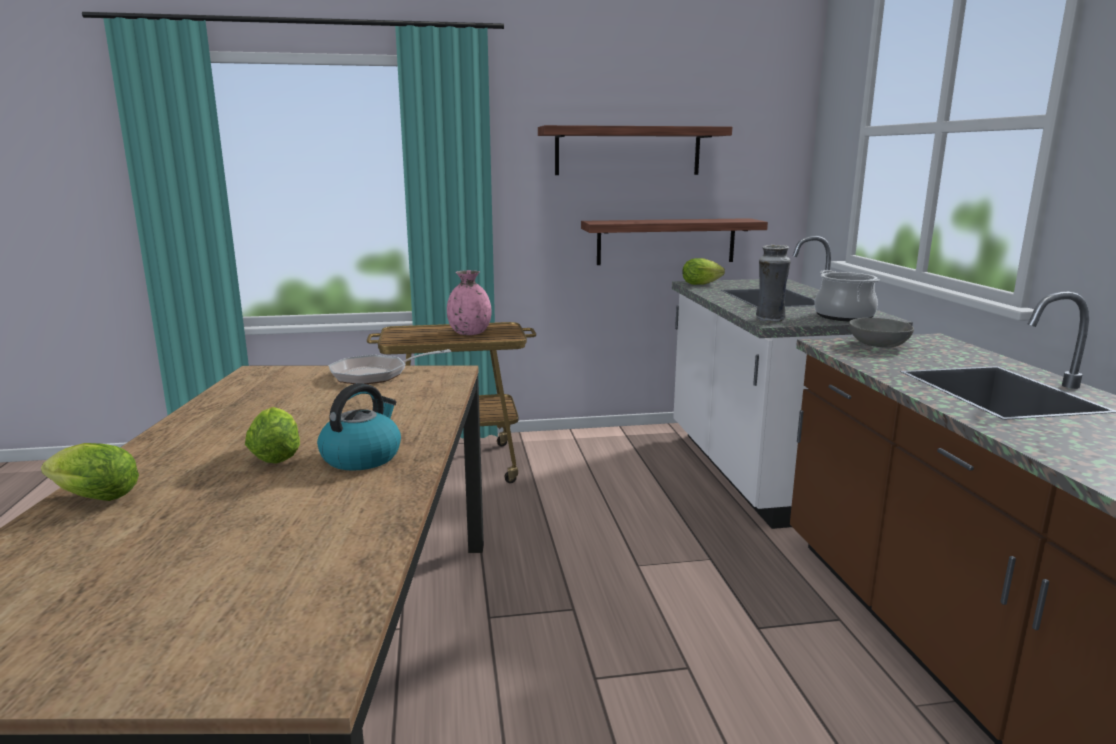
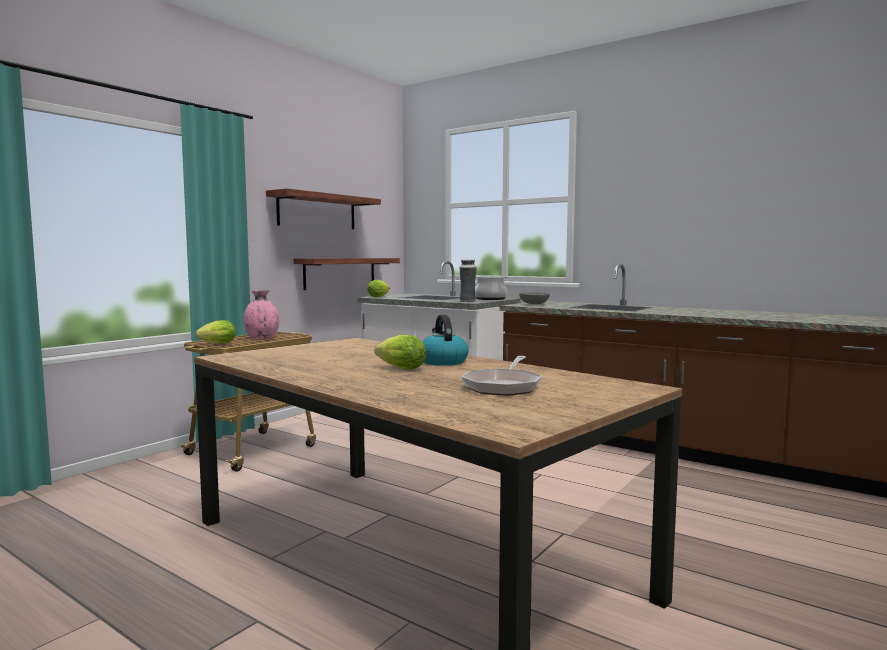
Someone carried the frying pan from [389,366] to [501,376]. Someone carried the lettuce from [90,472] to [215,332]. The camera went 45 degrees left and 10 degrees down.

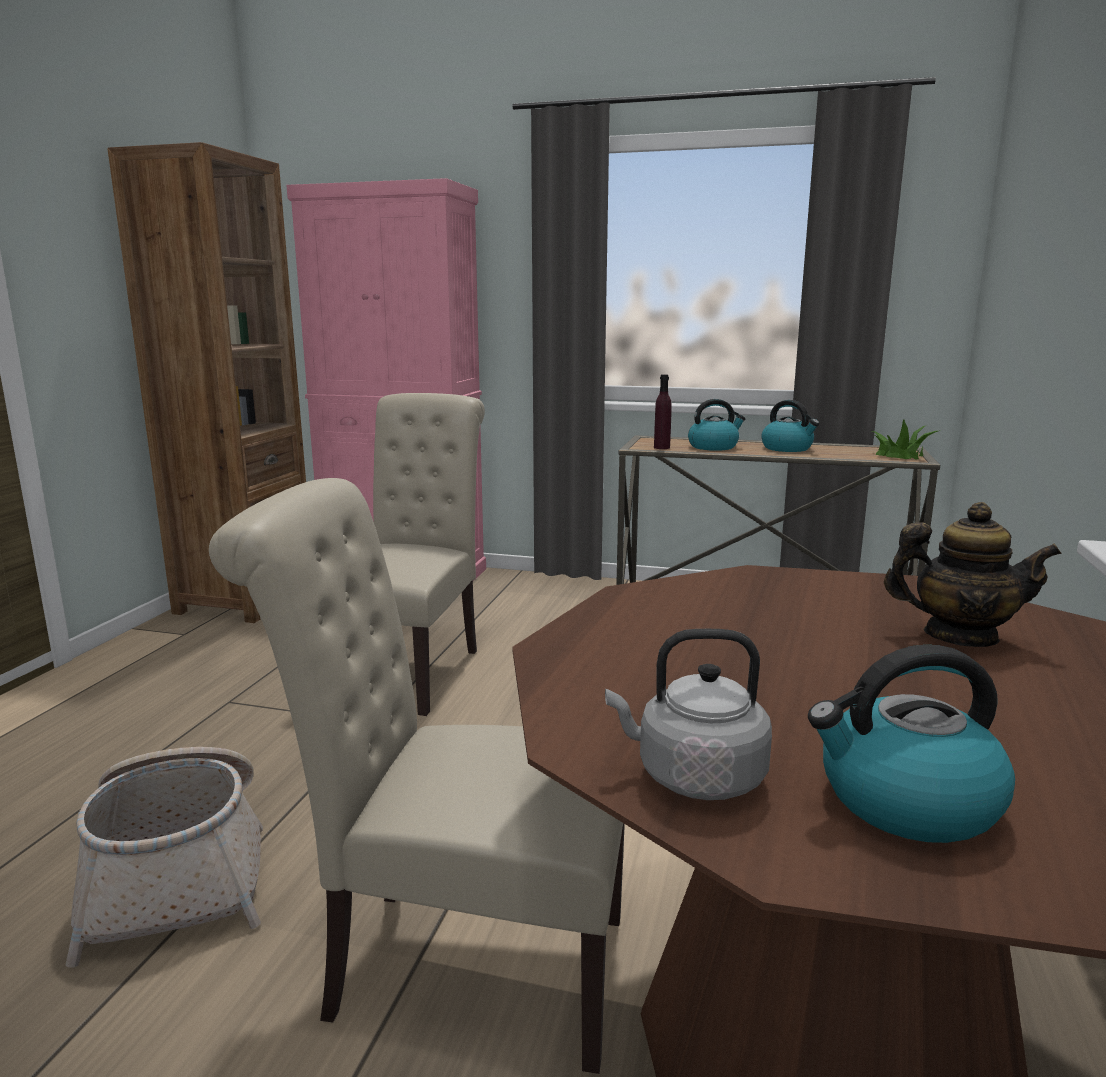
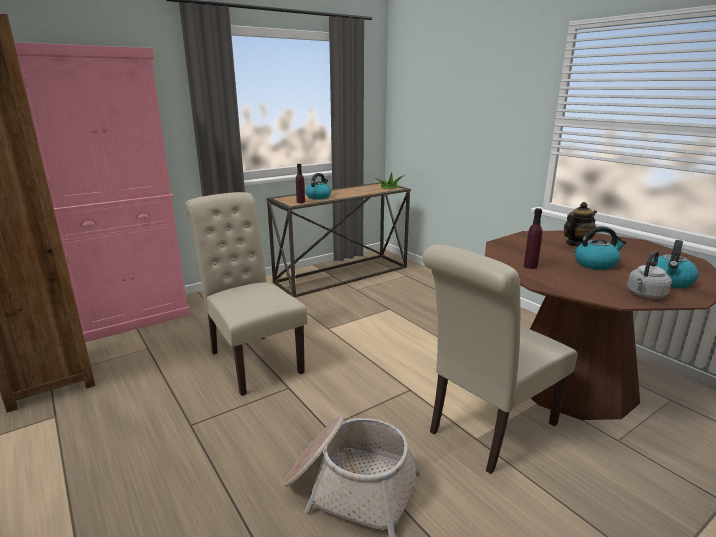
Someone carried the kettle from [790,426] to [600,248]. Someone put down the purple bottle at [533,238]. The camera went 50 degrees left and 5 degrees up.

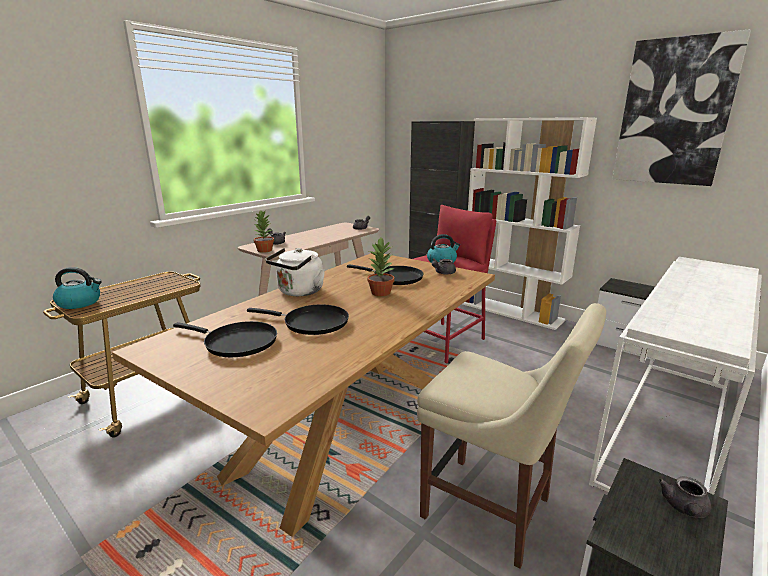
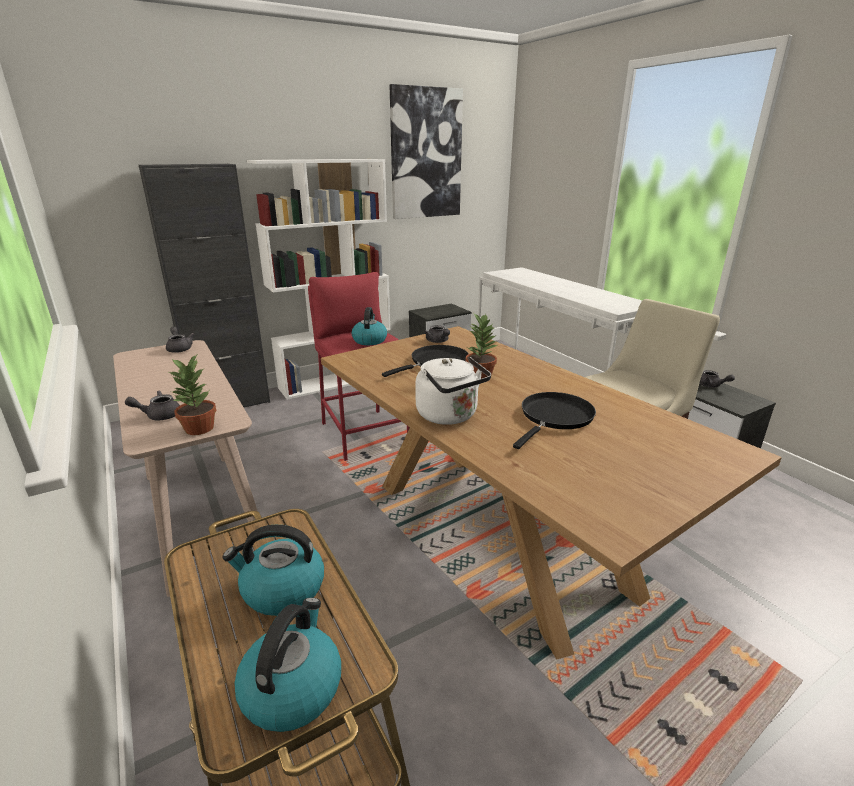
Someone took away the black frying pan at [225,339]. Someone put down the kettle at [273,570]. The camera went 70 degrees left and 5 degrees up.

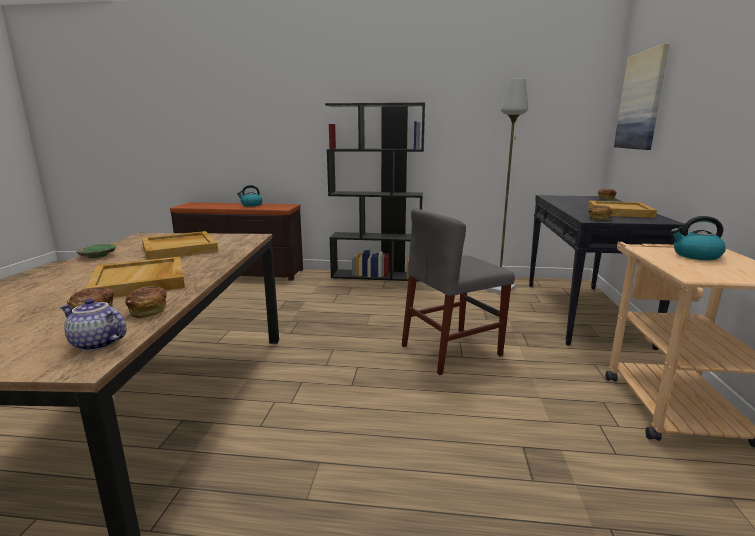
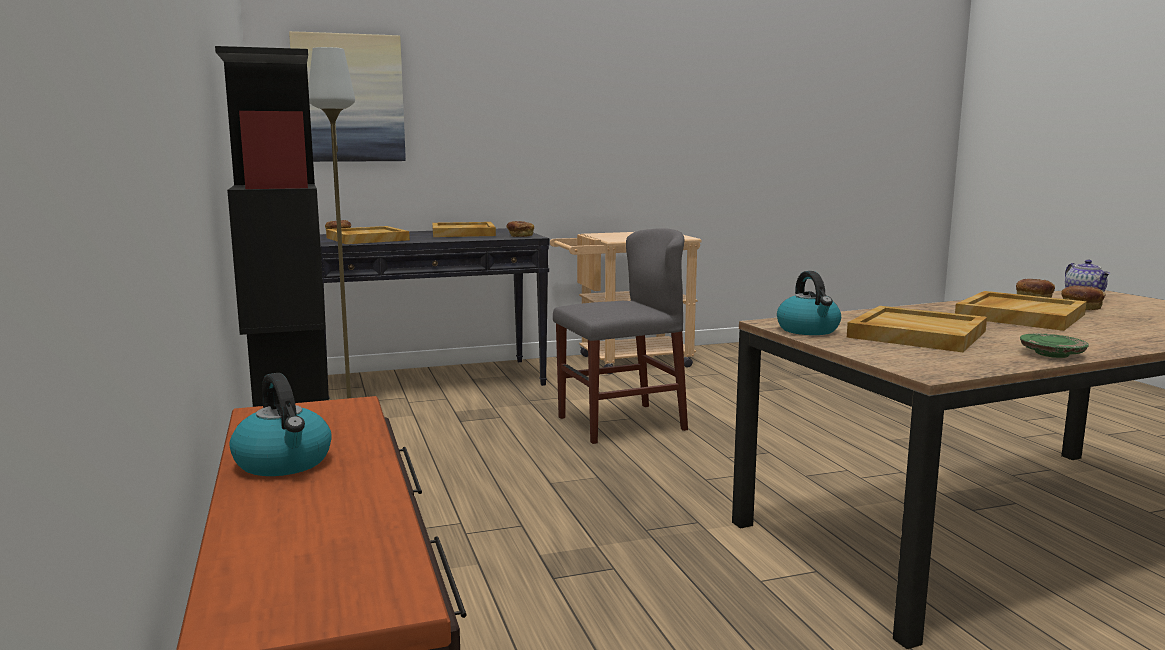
Someone rotated the grey chair at [458,291] by 60 degrees counterclockwise. Someone carried the kettle from [698,238] to [809,303]. Someone put down the beige tray at [368,235]. The camera went 115 degrees left and 5 degrees down.

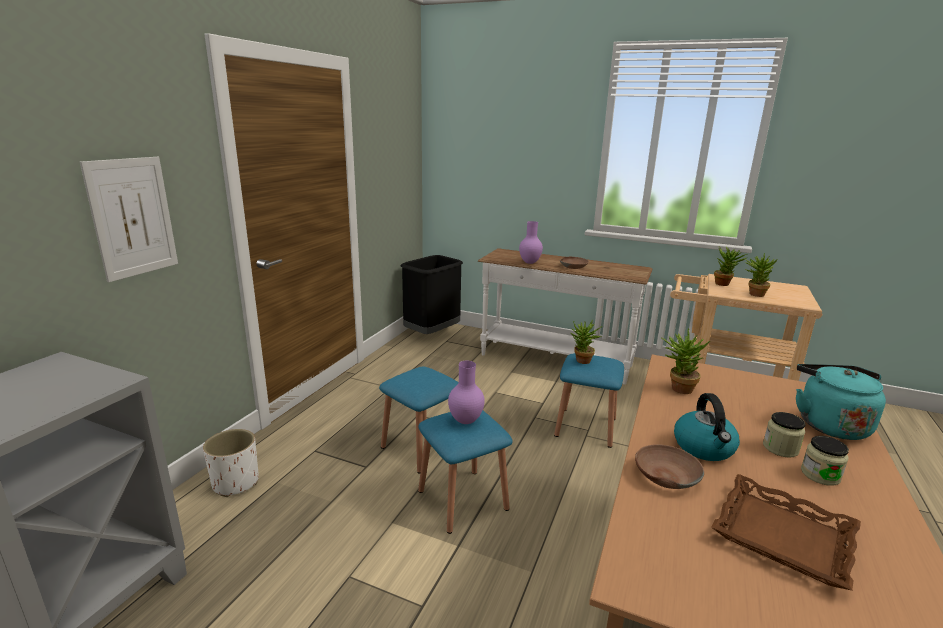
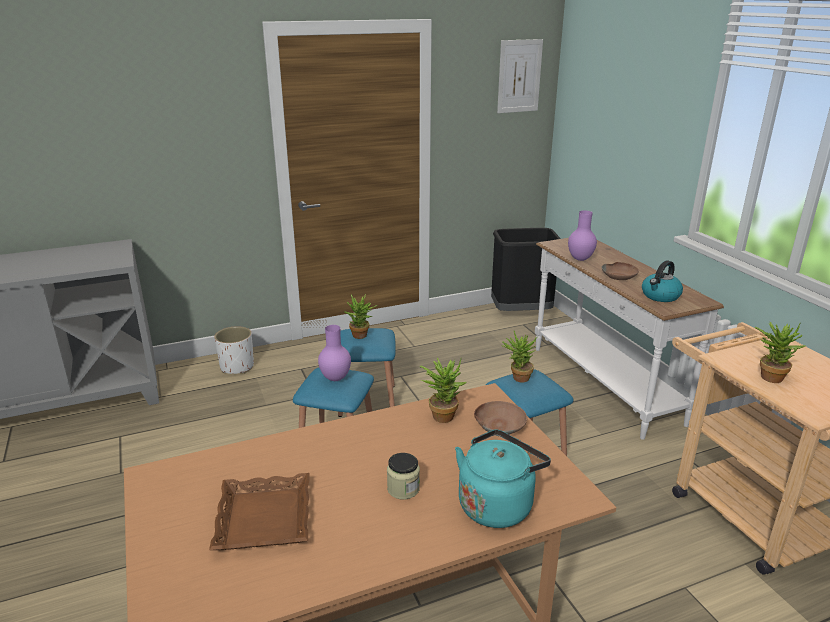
Someone carried the picture from [129,219] to [520,76]. Someone carried the potted plant from [731,266] to [361,316]. Someone carried the kettle from [707,427] to [662,281]. Someone took away the jar at [825,461]. Someone carried the brown bowl from [669,466] to [500,417]. The camera went 45 degrees right and 5 degrees up.

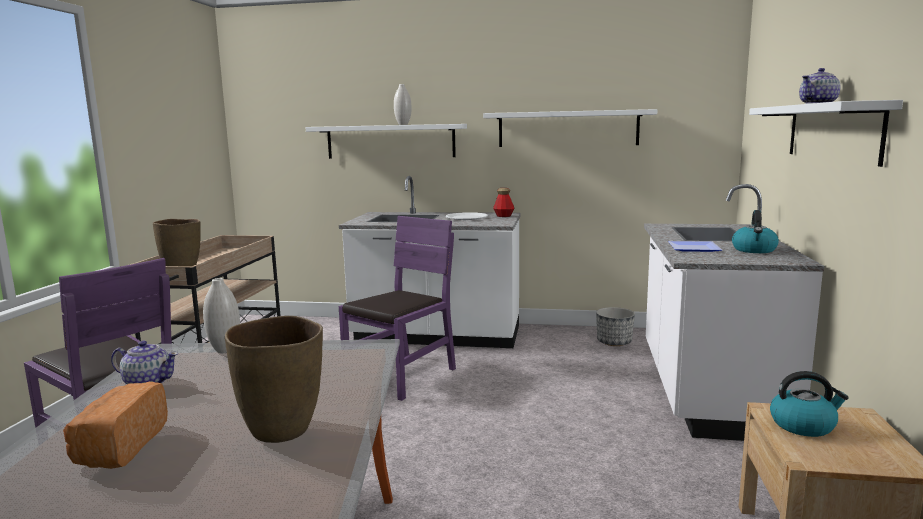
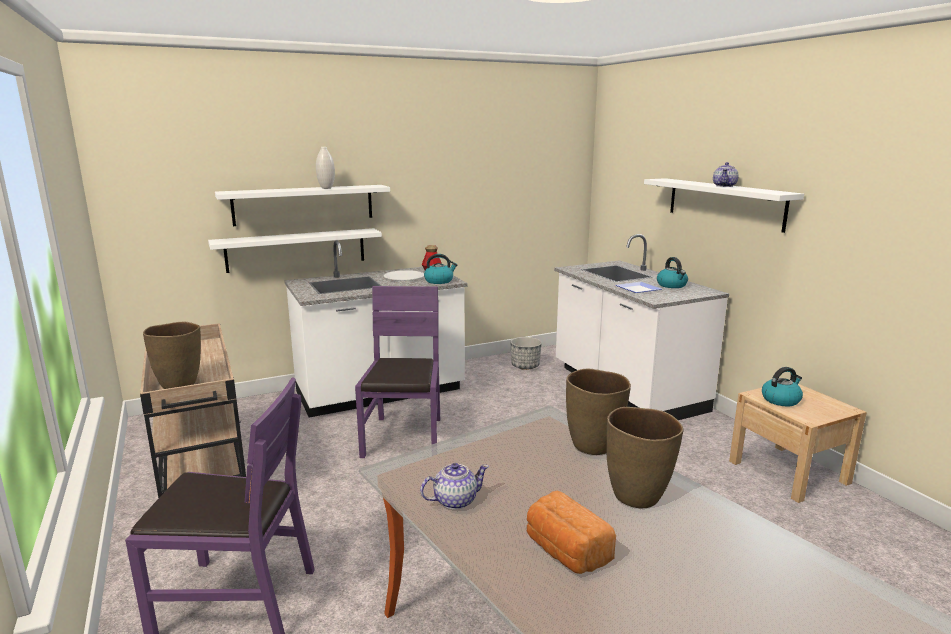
Someone carried the white shelf from [570,128] to [295,250]. Someone took away the white vase at [221,315]. Someone put down the kettle at [440,269]. Someone put down the brown vase at [598,412]. The camera went 35 degrees left and 5 degrees up.

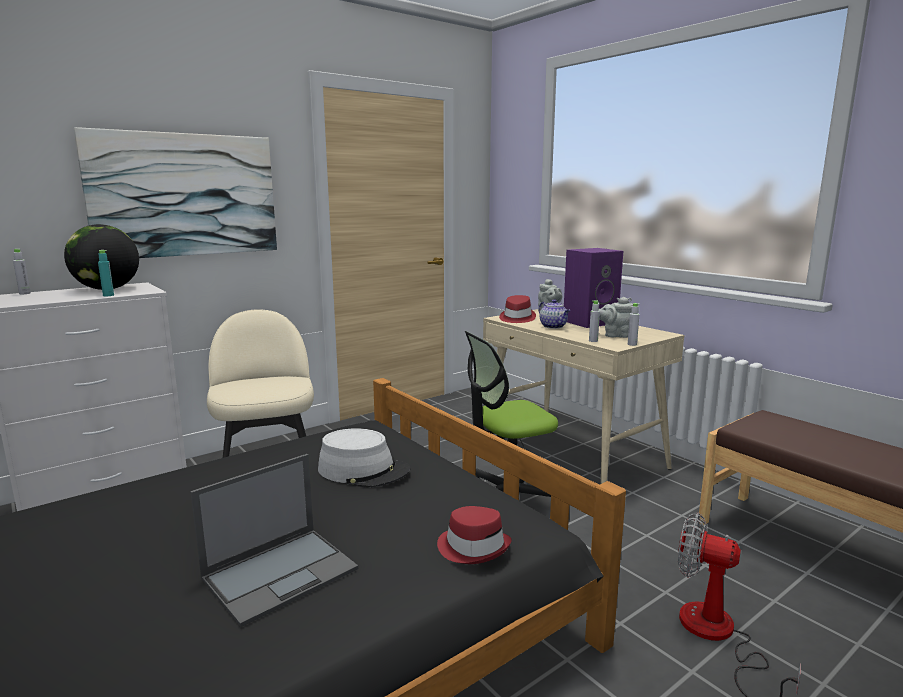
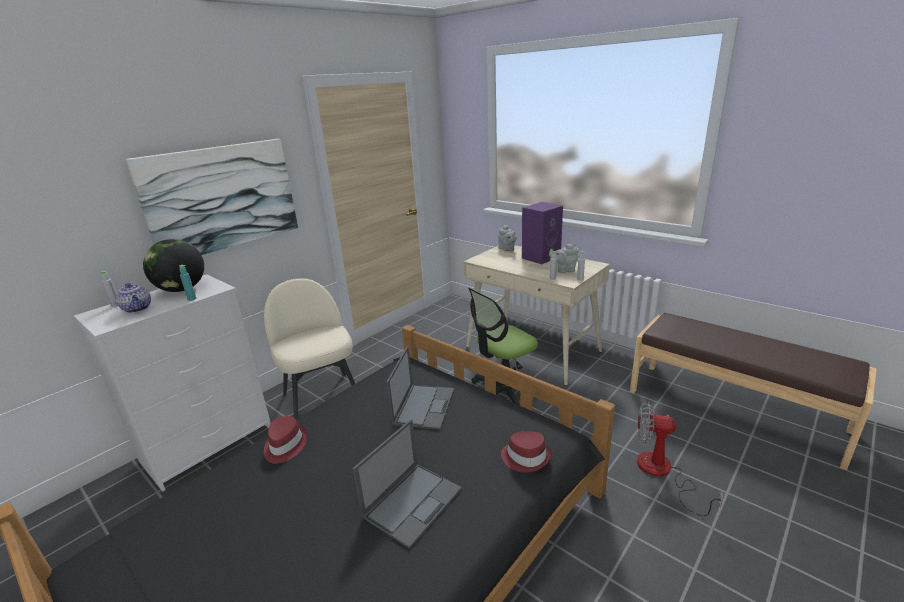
Someone carried the red hat from [517,309] to [286,440]. Someone carried the teapot from [554,314] to [133,298]. Someone swapped the grey hat at [364,458] for the laptop at [420,388]. The camera went 10 degrees left and 10 degrees up.

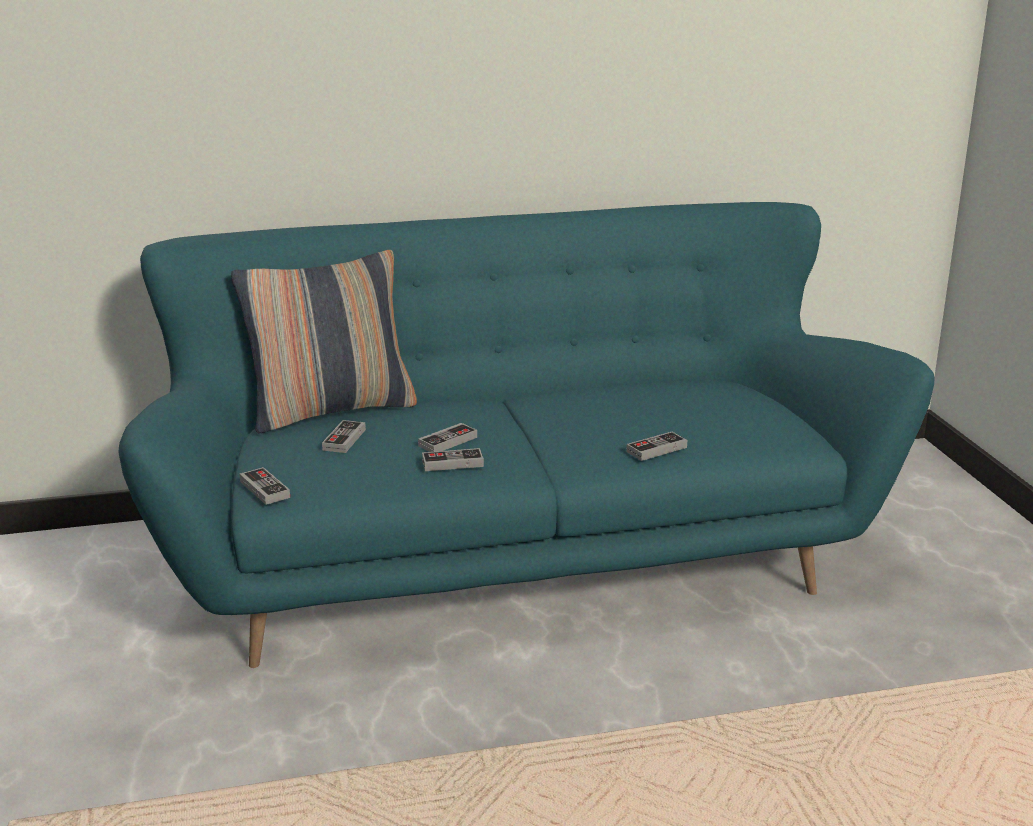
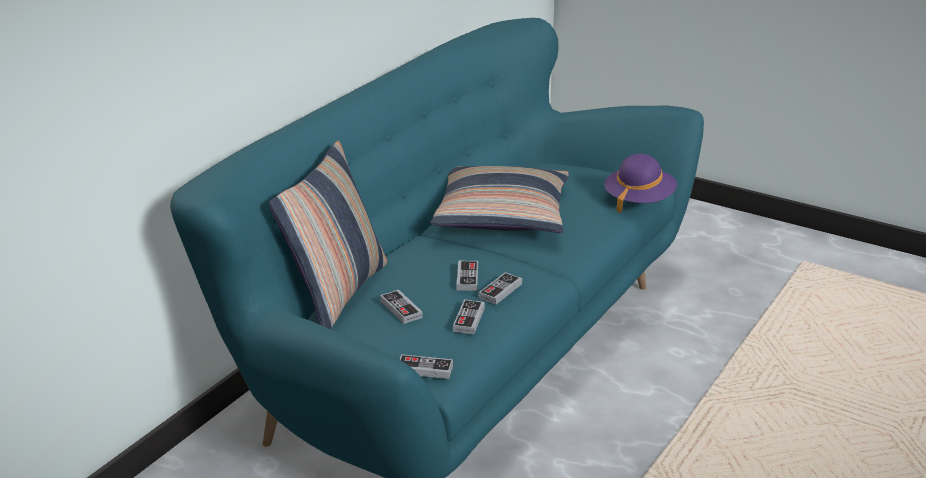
Someone carried the game controller from [656,446] to [469,316]. Someone put down the purple hat at [640,183]. Someone put down the pillow at [499,199]. The camera went 45 degrees left and 5 degrees up.

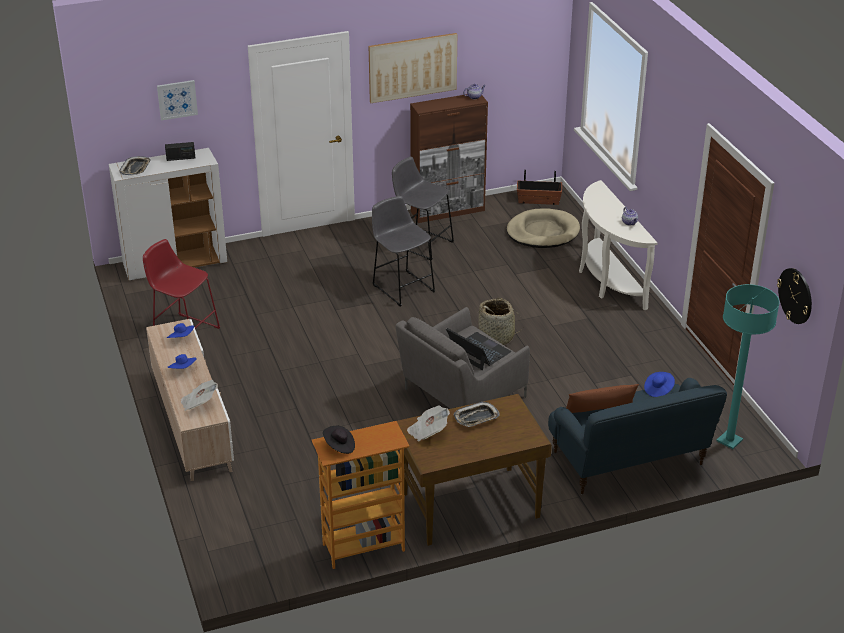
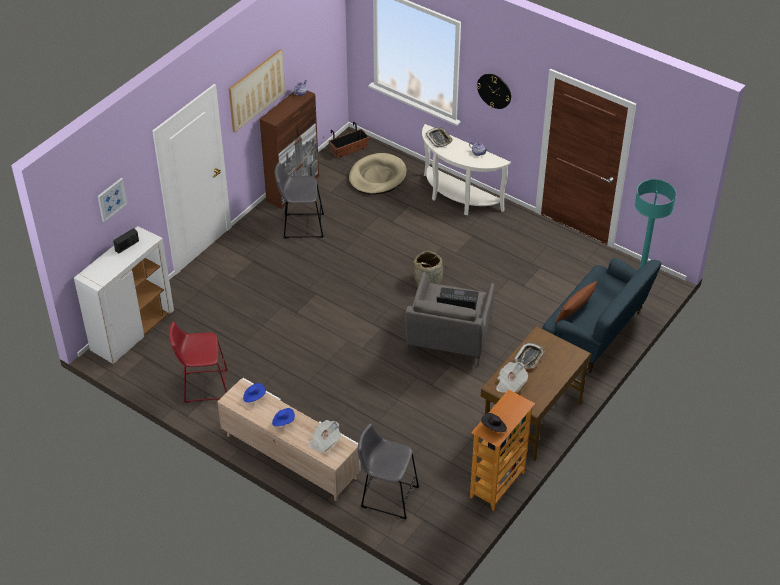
Someone carried the tray from [135,165] to [439,137]. Someone carried the grey stool from [403,251] to [388,471]. Someone carried the wall clock from [794,296] to [494,91]. Someone took away the blue hat at [659,384]. The camera went 35 degrees left and 10 degrees up.

